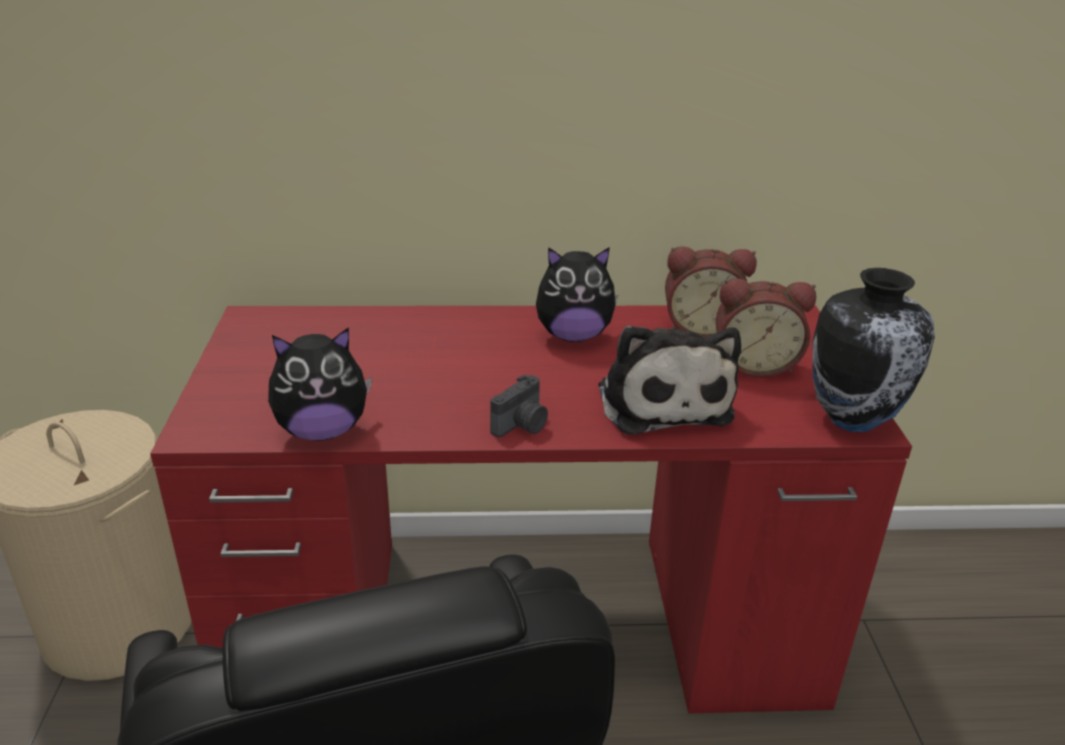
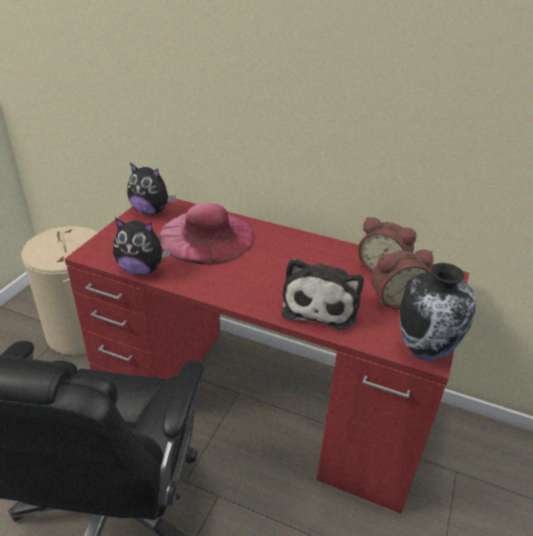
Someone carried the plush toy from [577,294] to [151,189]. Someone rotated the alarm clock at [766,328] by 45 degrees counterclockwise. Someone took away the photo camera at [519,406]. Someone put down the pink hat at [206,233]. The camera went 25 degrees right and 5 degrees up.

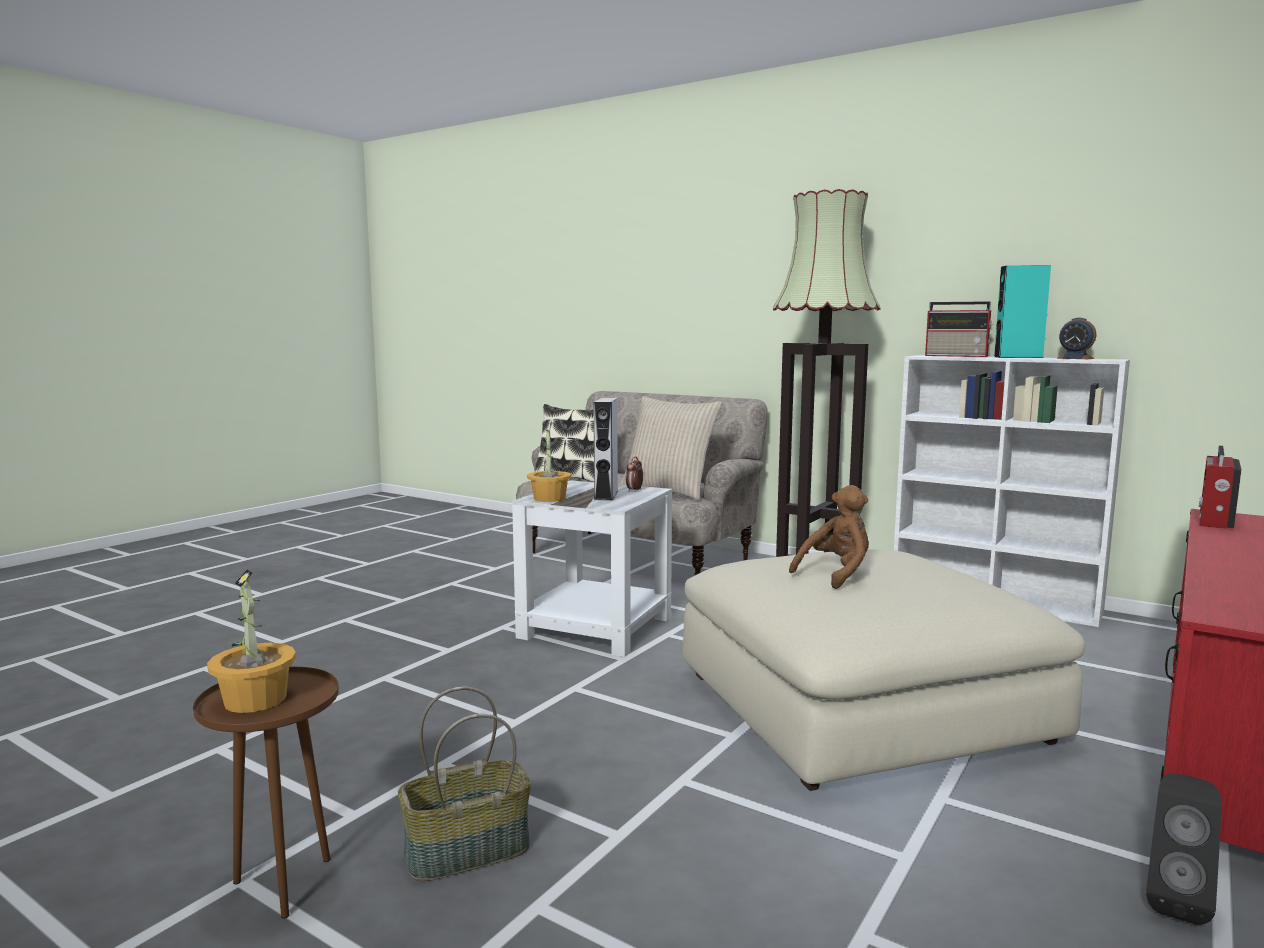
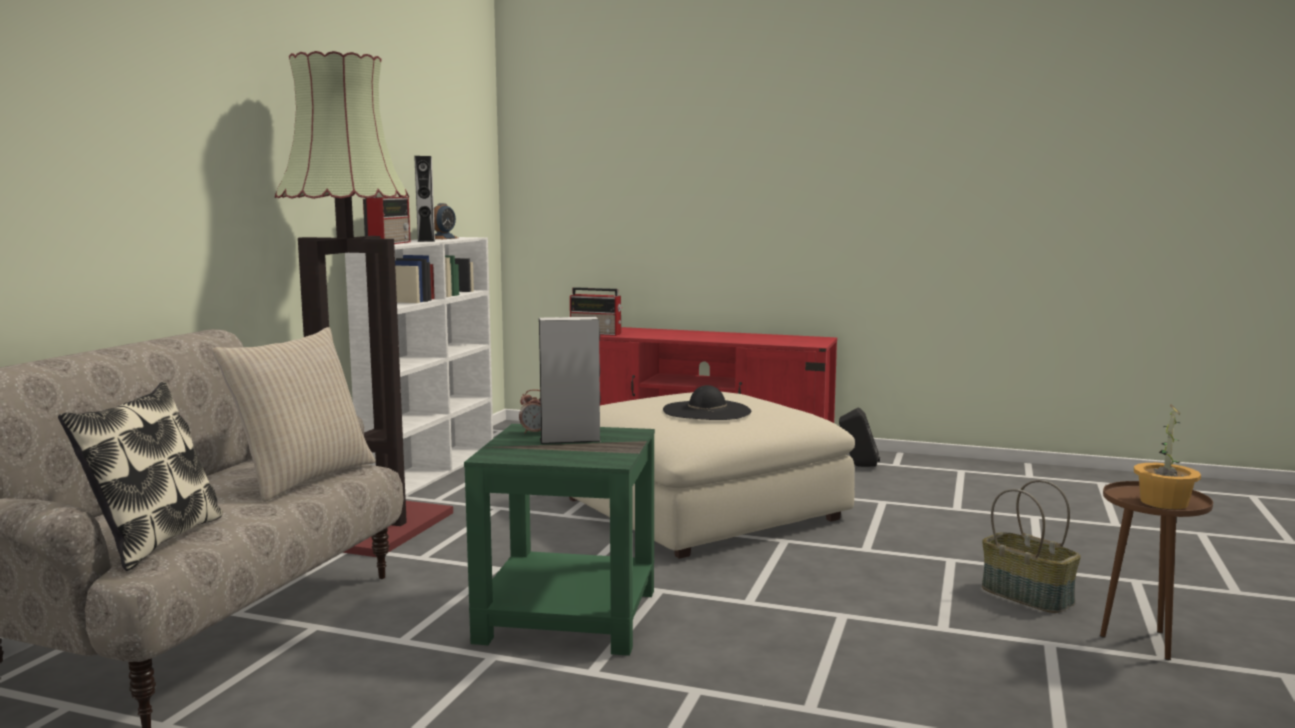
Someone repainted the turquoise speaker at [1022,311], which became the grey speaker at [424,199]. Someone took away the potted plant at [549,466]. Someone repainted the white side table at [592,568], which became the green side table at [559,540]. Someone swapped the brown plush toy at [829,537] for the black hat at [707,402]. The camera went 105 degrees left and 0 degrees up.

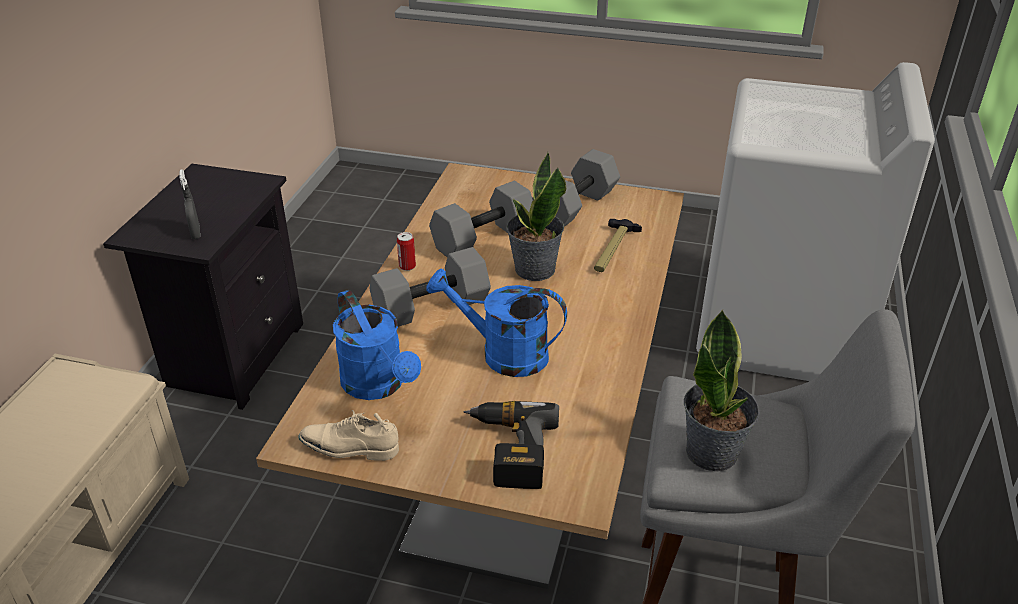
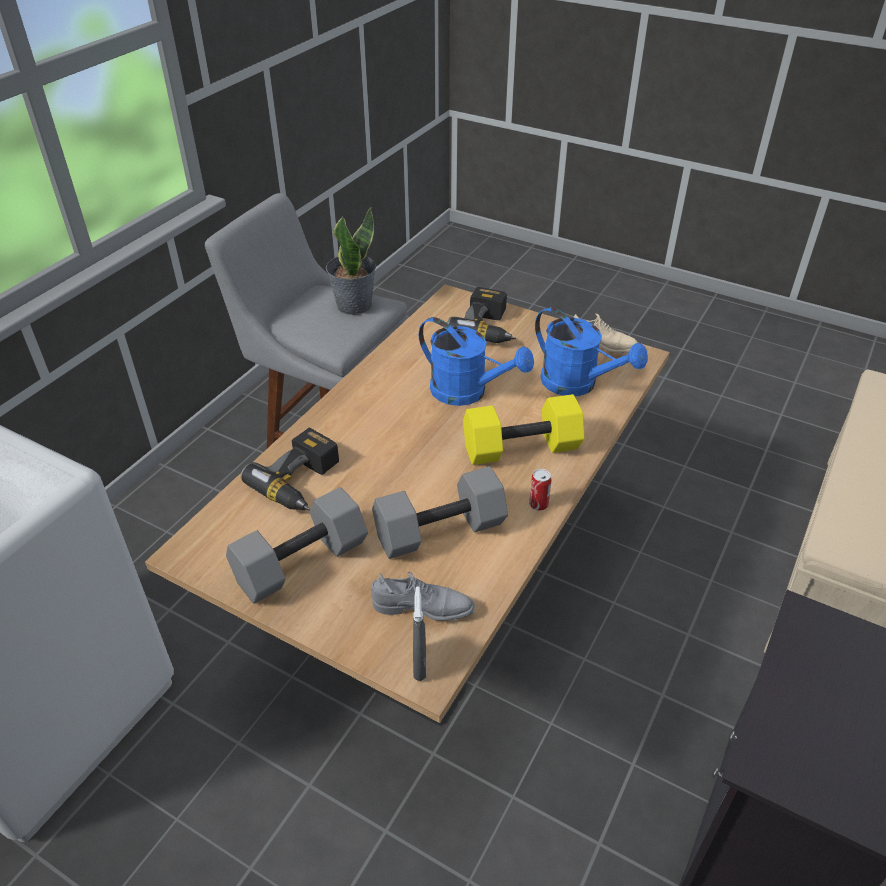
Someone took away the potted plant at [536,217]. Someone carried the grey spray bottle from [189,204] to [419,634]. Someone swapped the hammer at [618,245] for the power drill at [290,469]. Someone repainted the grey dumbbell at [430,287], which became the yellow dumbbell at [523,429]. Someone rotated the blue watering can at [377,345] by 150 degrees clockwise. Someone put down the grey shoe at [423,596]. The camera went 165 degrees left and 5 degrees up.

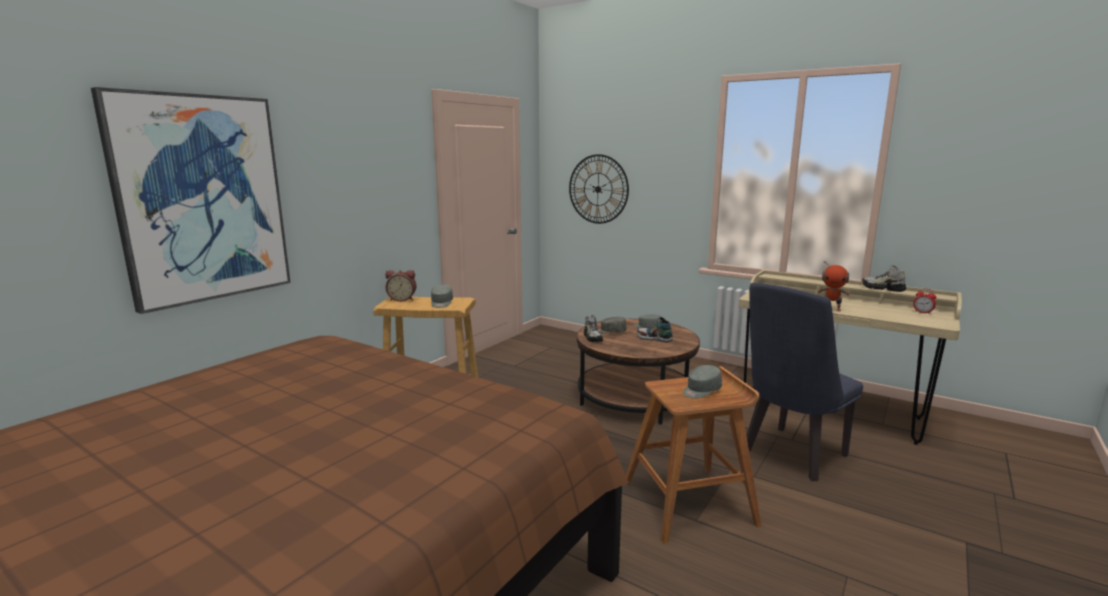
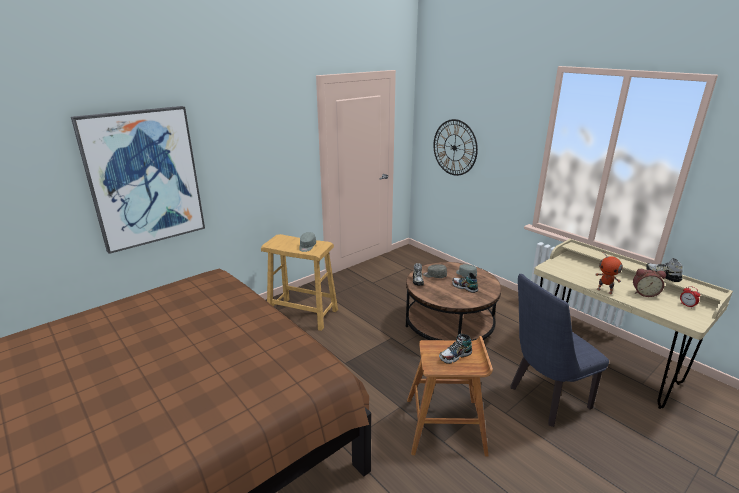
Someone carried the alarm clock from [400,286] to [649,283]. Someone swapped the grey cap at [702,382] for the shoe at [455,348]. The camera went 15 degrees right and 10 degrees up.

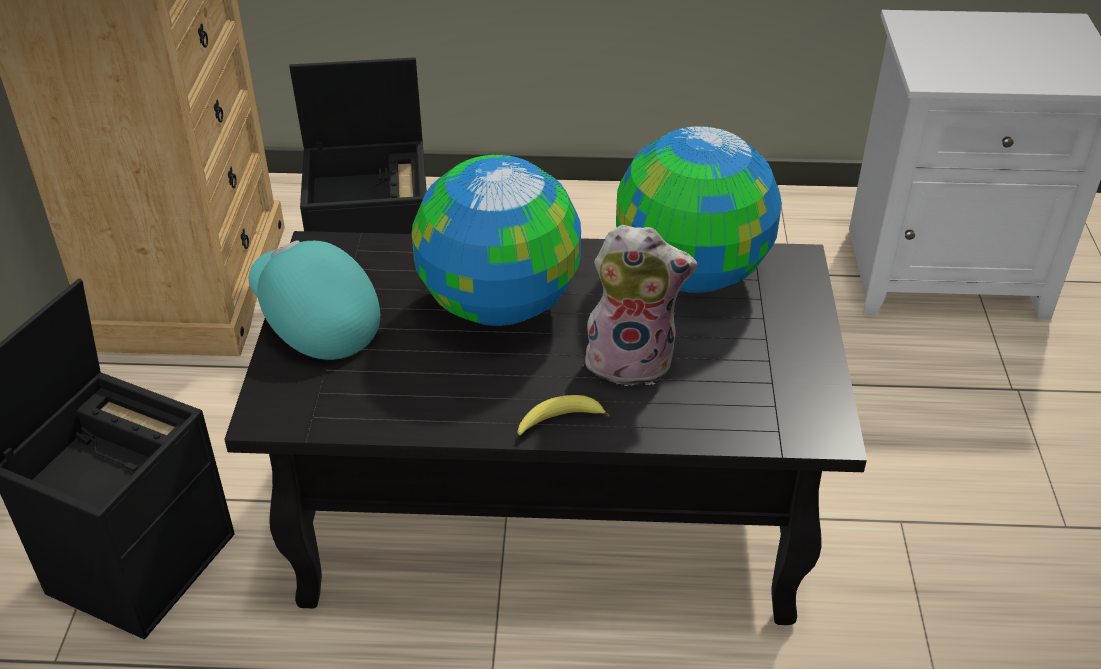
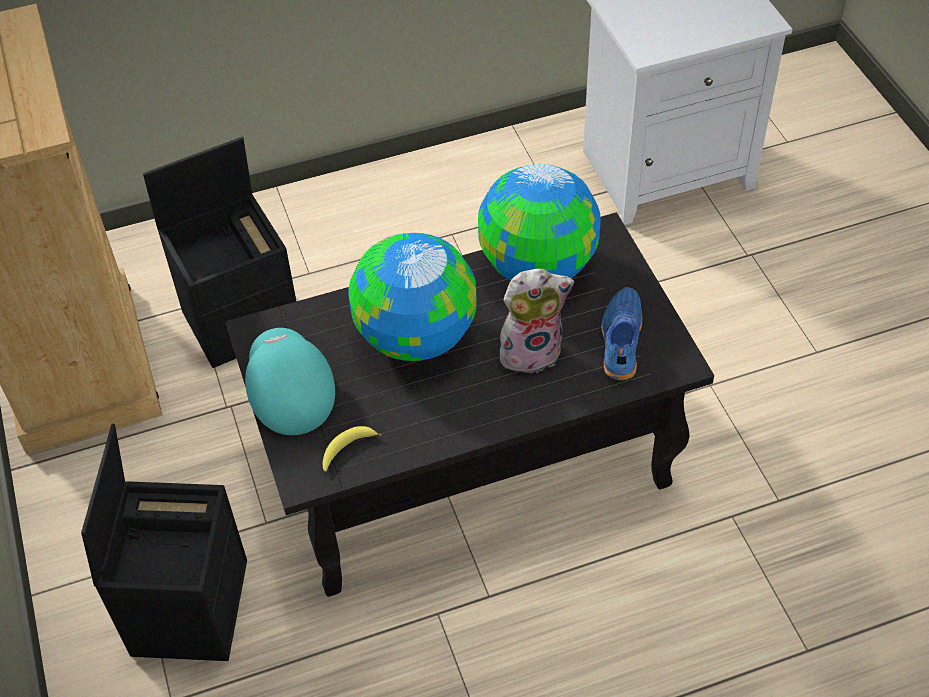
Someone rotated the turquoise cap at [314,300] by 45 degrees clockwise. Someone carried the banana from [564,415] to [351,449]. Someone put down the blue shoe at [621,333]. The camera went 20 degrees left and 10 degrees up.

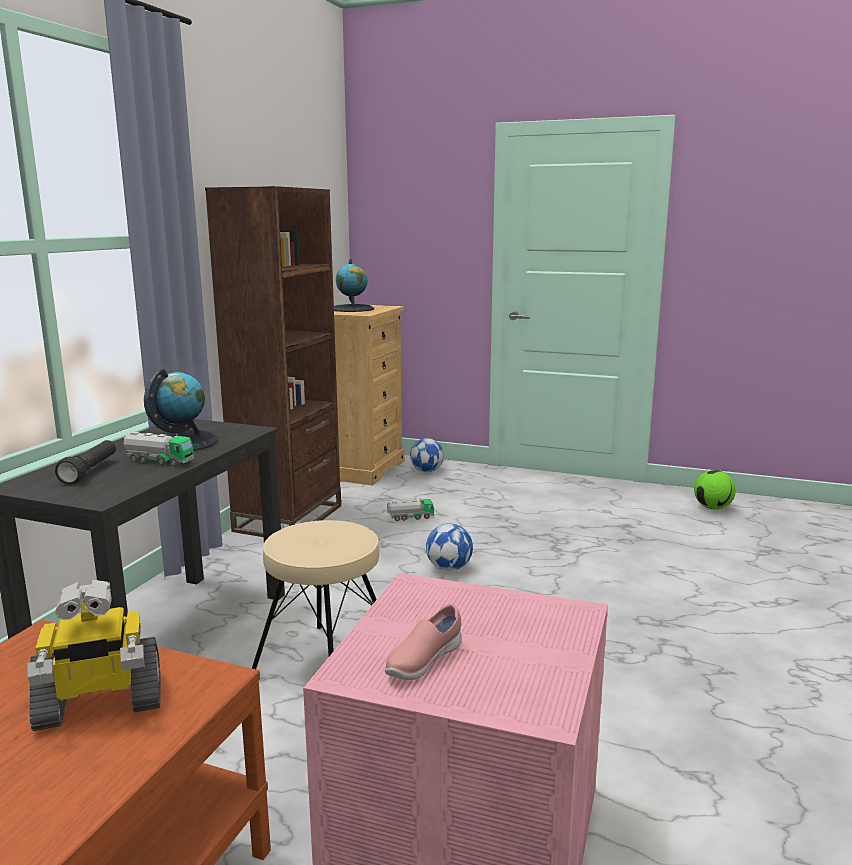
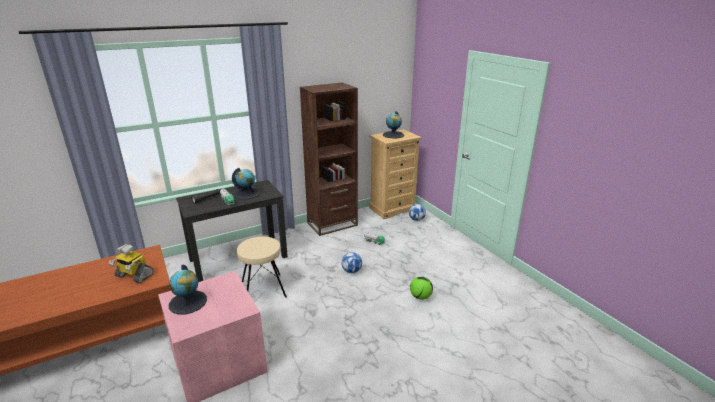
Someone carried the football from [715,489] to [421,288]. Someone swapped the pink shoe at [423,642] for the globe at [188,290]. The camera went 40 degrees right and 10 degrees up.

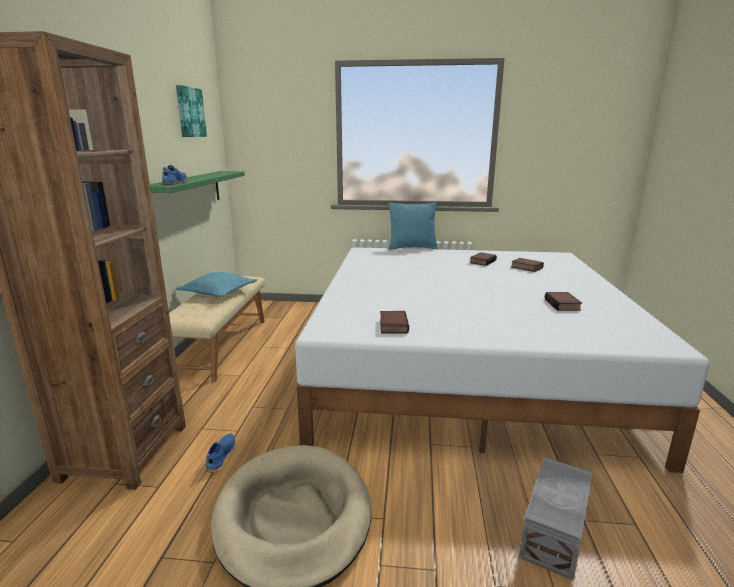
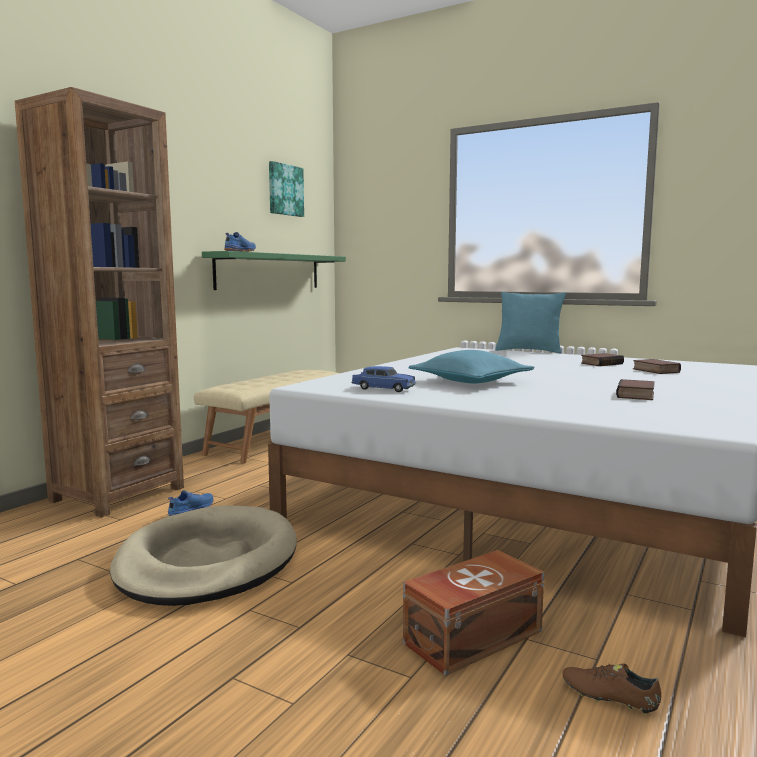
Someone carried the turquoise pillow from [216,284] to [472,366]. Someone swapped the book at [394,322] for the blue toy car at [383,379]. Someone repainted the grey storage box at [556,519], which became the brown storage box at [473,613]. Someone put down the brown shoe at [611,689]. The camera went 25 degrees right and 10 degrees down.

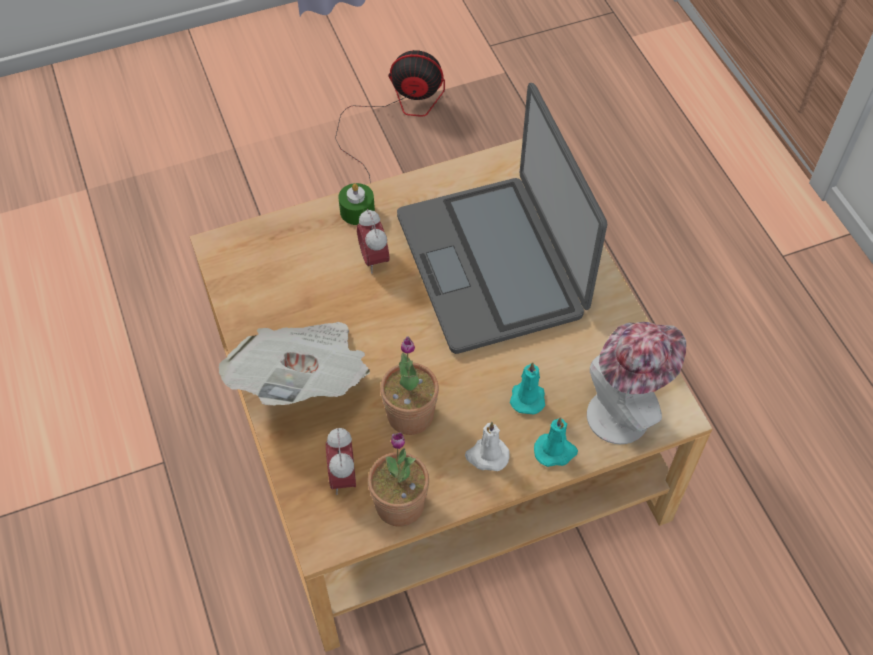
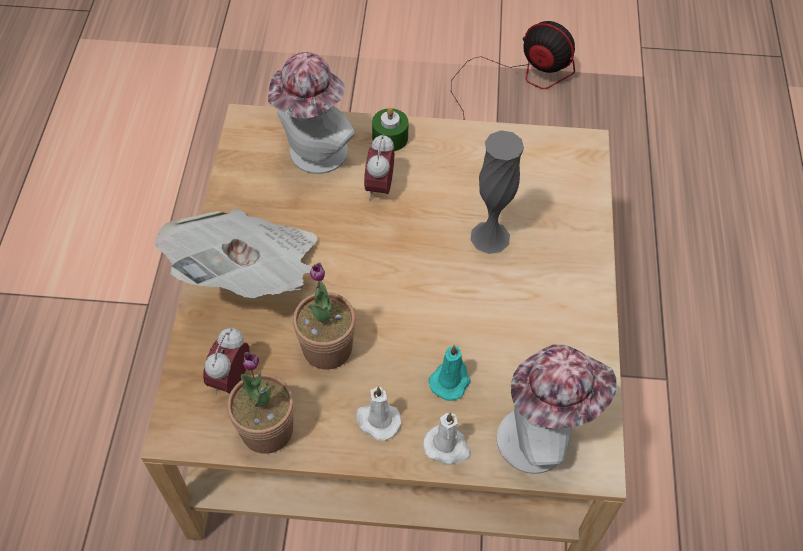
Someone swapped the laptop at [502,218] for the grey vase at [497,192]. Someone repainted the turquoise candle at [556,442], which became the white candle at [447,439]. Someone put down the hat at [311,113]. The camera went 25 degrees right and 0 degrees up.

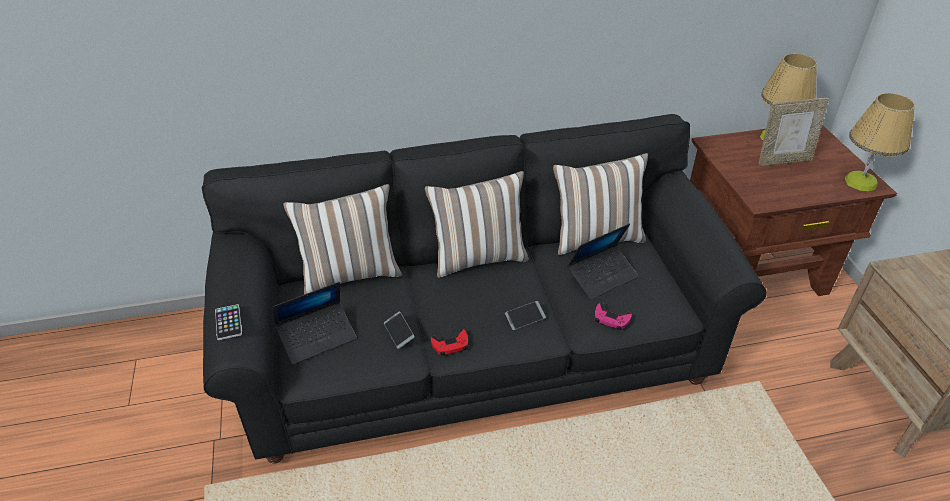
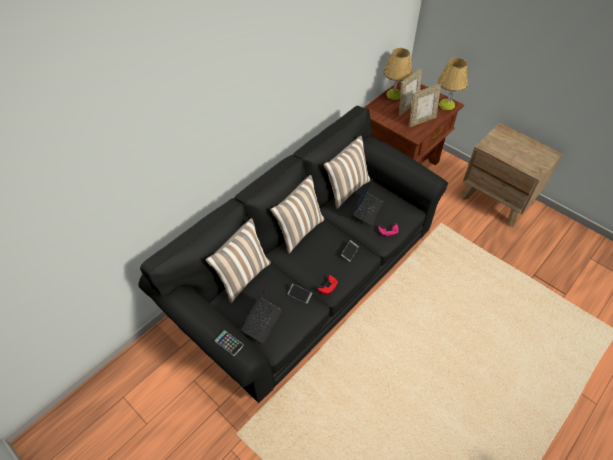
Someone put down the picture frame at [425,105]. The camera went 35 degrees left and 10 degrees up.

